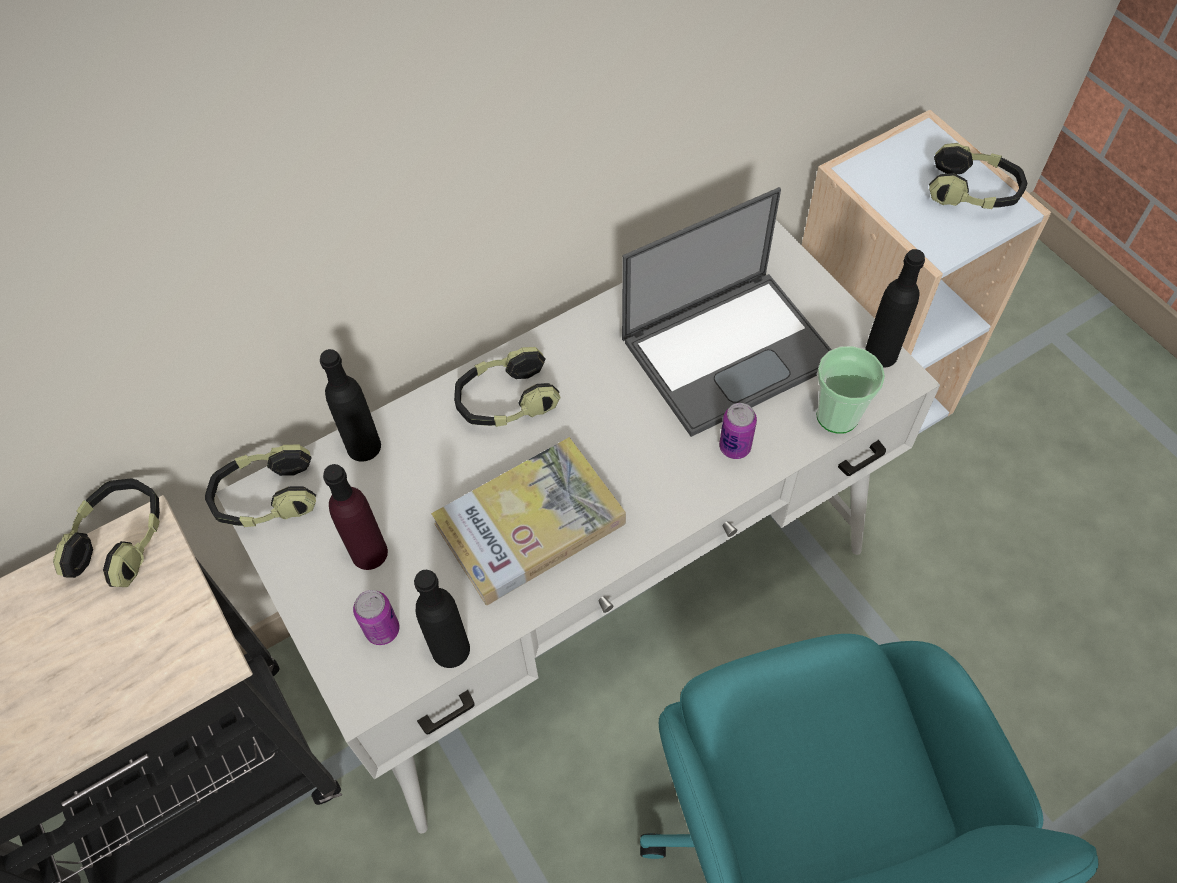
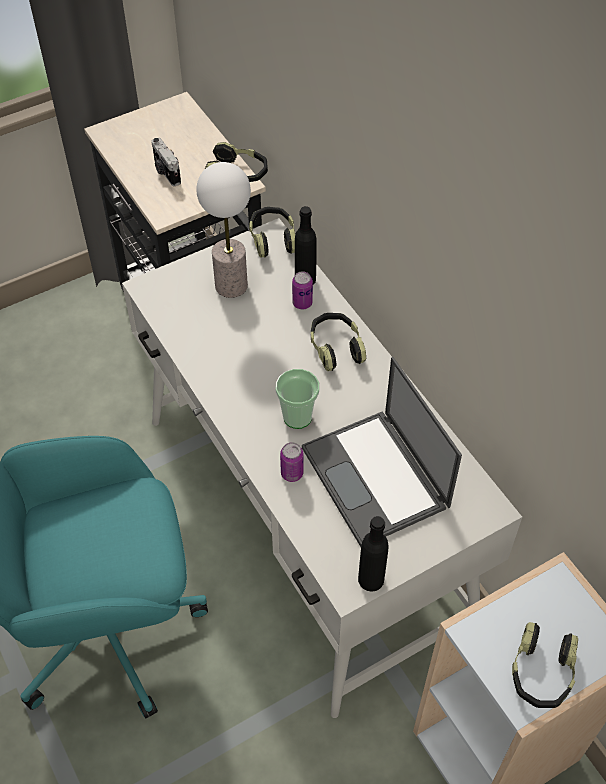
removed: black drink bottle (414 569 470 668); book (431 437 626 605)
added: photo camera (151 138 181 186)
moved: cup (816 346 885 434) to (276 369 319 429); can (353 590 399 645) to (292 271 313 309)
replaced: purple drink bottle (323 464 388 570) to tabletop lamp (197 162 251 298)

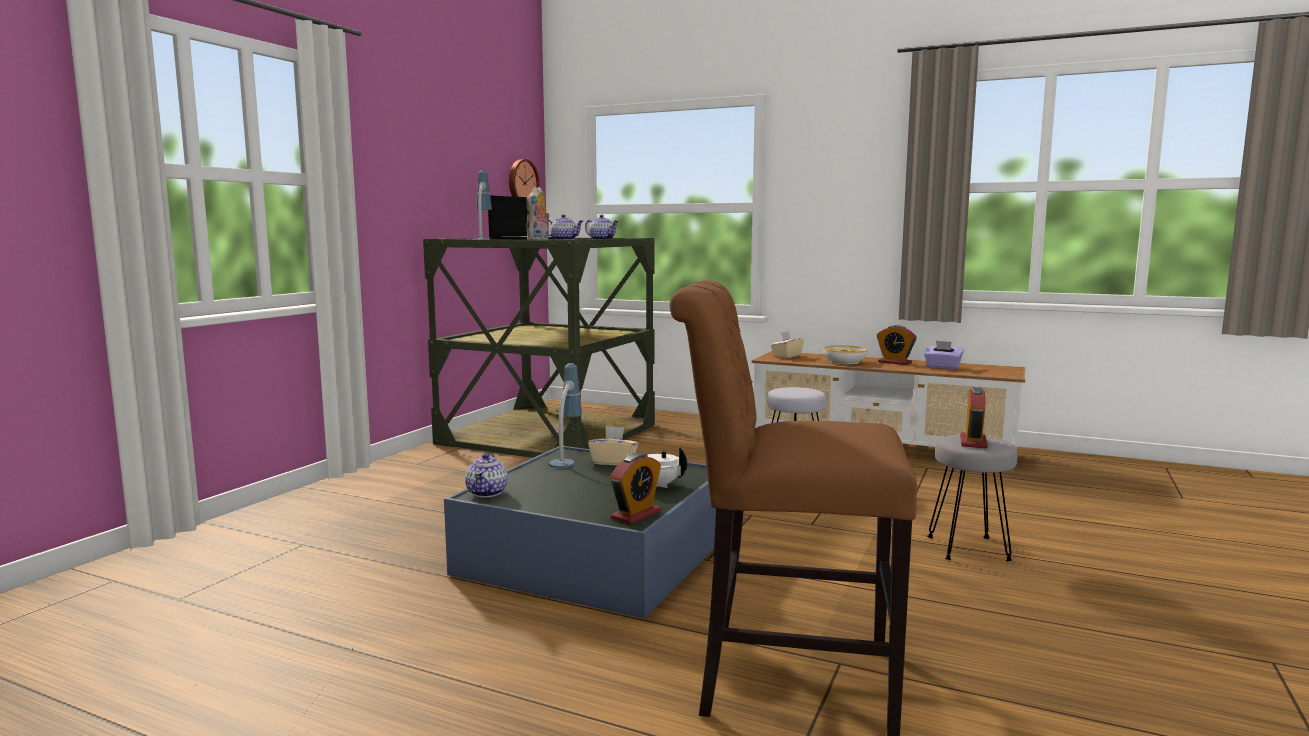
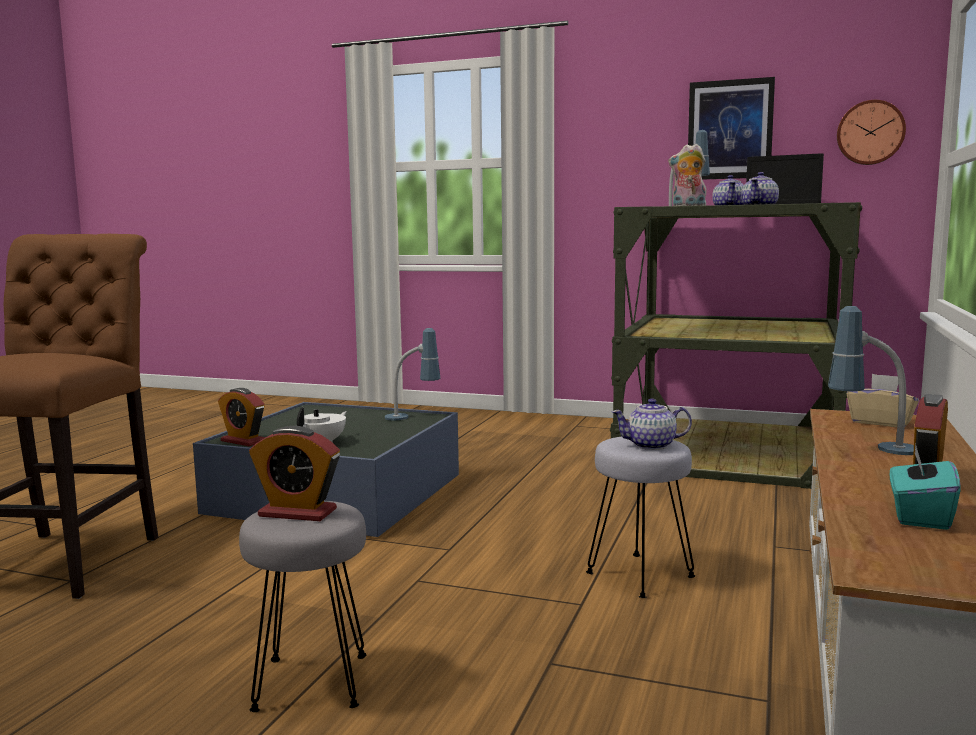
removed: beige-coloured box of tissues (588 426 638 466)
added: picture (688 77 775 180)
moved: pot for tea (465 453 508 497) to (612 399 692 450)
replaced: deep dish (823 345 868 364) to tabletop lamp (828 306 914 455)
recoloured: purple box of tissues (924 341 964 369) to turquoise-coloured box of tissues (890 443 961 530)

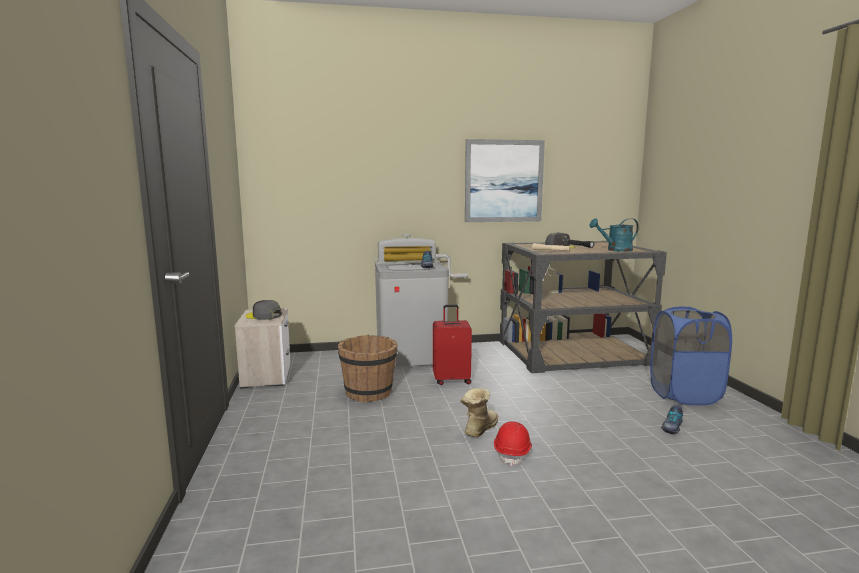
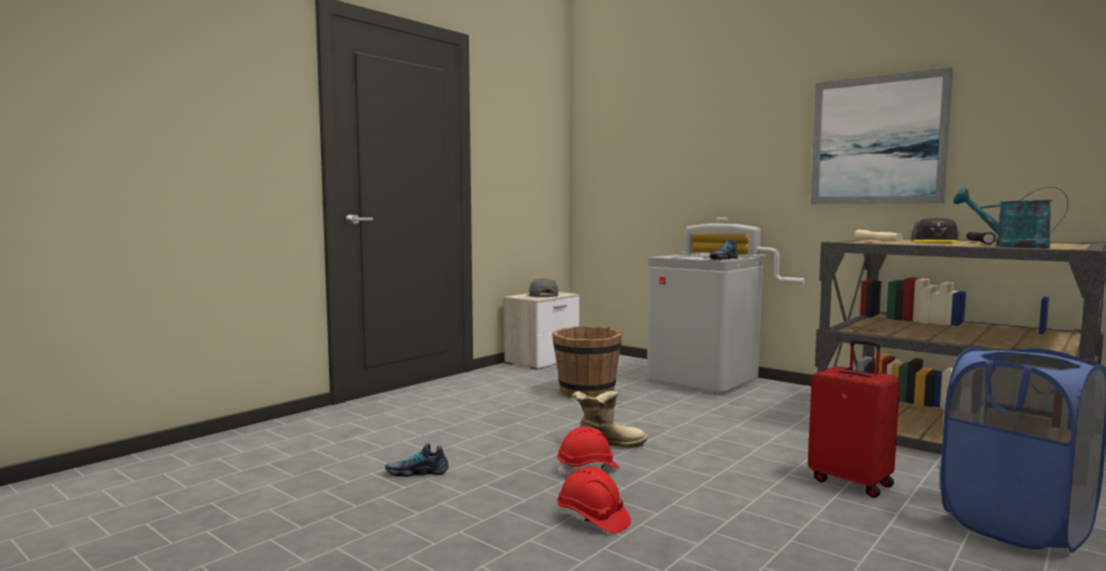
added: reddish safety helmet (557 467 631 533)
moved: item of footwear (661 404 683 434) to (385 443 449 477); reddish piece of luggage (433 305 472 385) to (808 339 900 498)

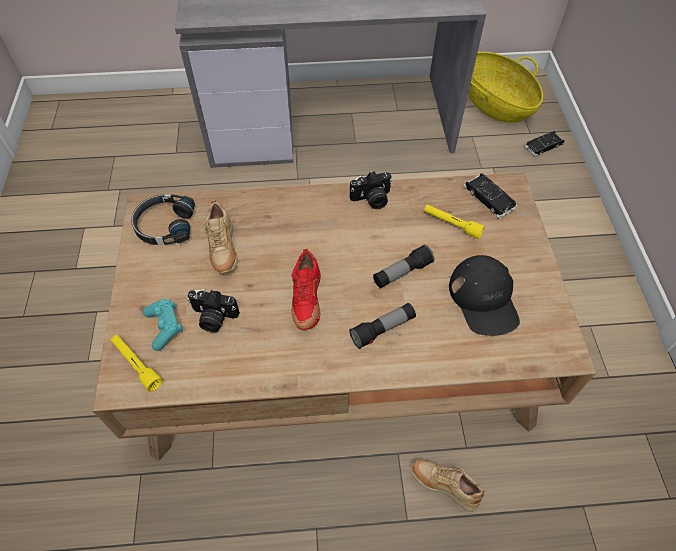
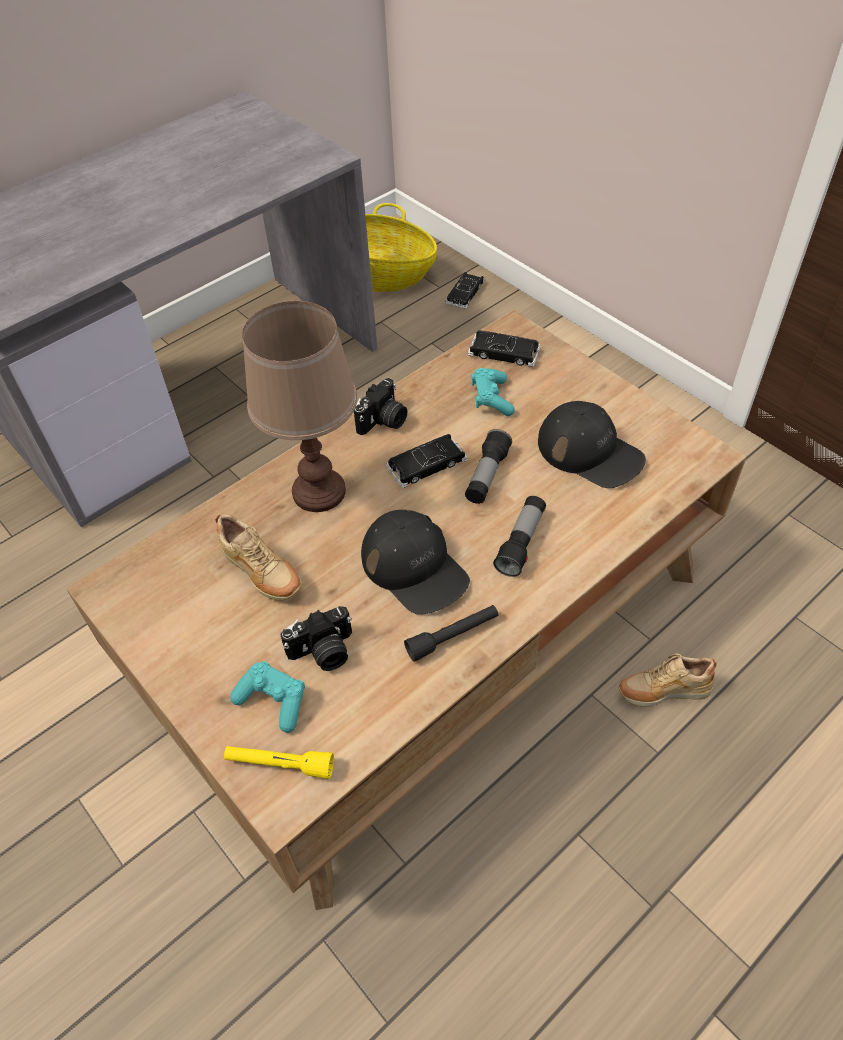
removed: black headset (131 194 195 245)
added: brown tabletop lamp (242 301 357 512); black miniature car (386 434 467 488); black hand torch (404 605 498 662)
replaced: reddish item of footwear (291 249 321 330) to black peaked cap (361 510 470 615); yellow hand torch (424 204 485 239) to turquoise-coloured gamepad (471 368 515 416)

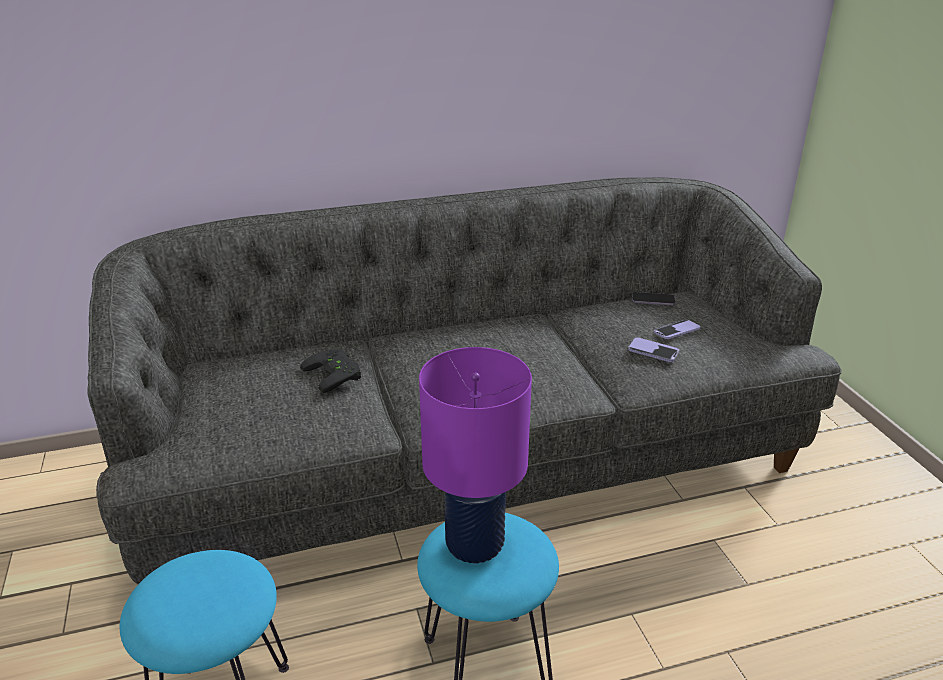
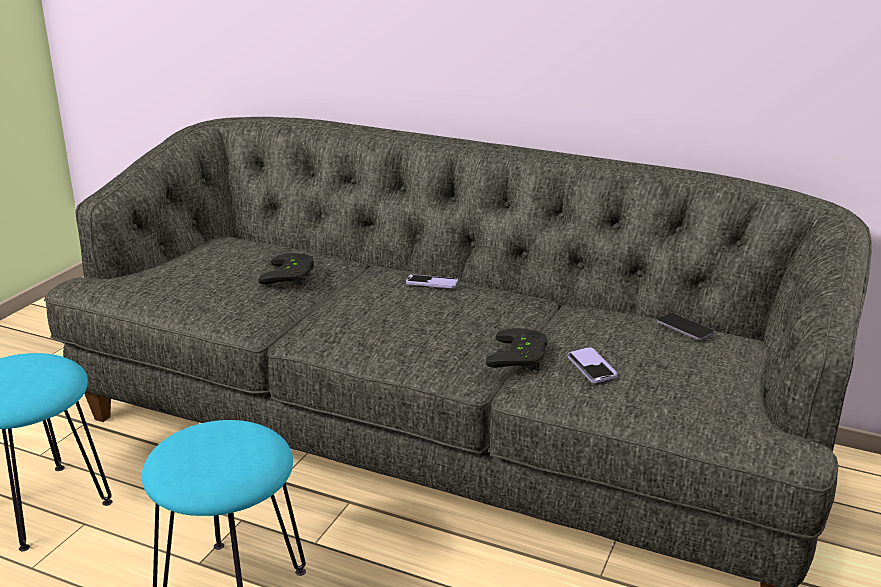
removed: purple tabletop lamp (419 347 532 563)
added: black gamepad (486 328 547 371)
moved: phone (654 320 700 339) to (406 274 458 288)

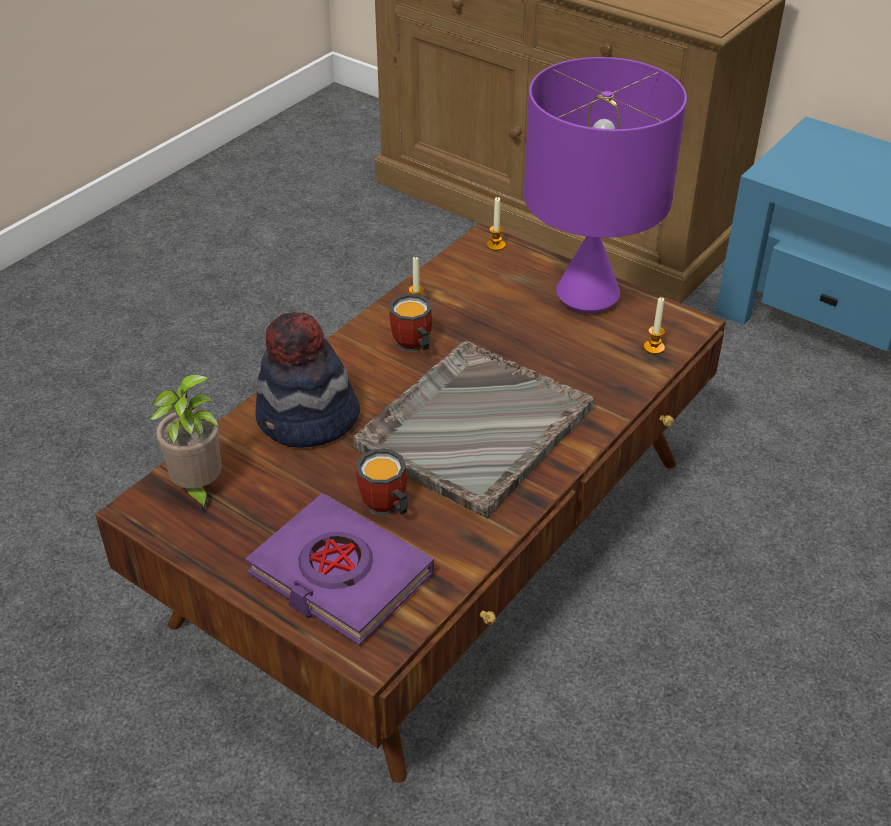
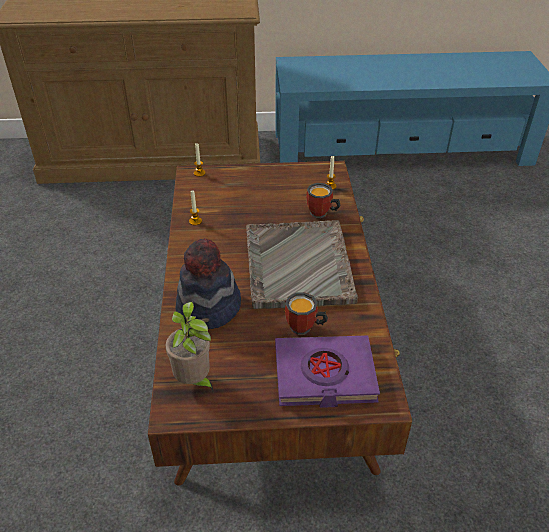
removed: purple tabletop lamp (524 57 687 313)
moved: mug (389 294 432 352) to (306 183 341 218)

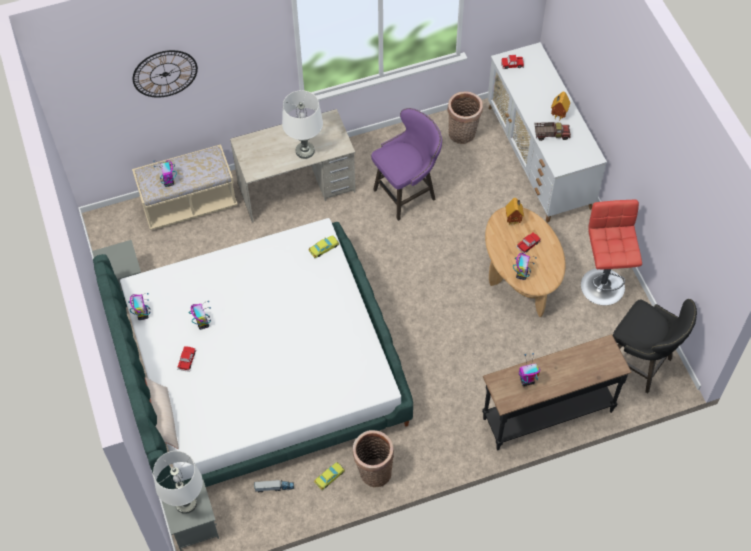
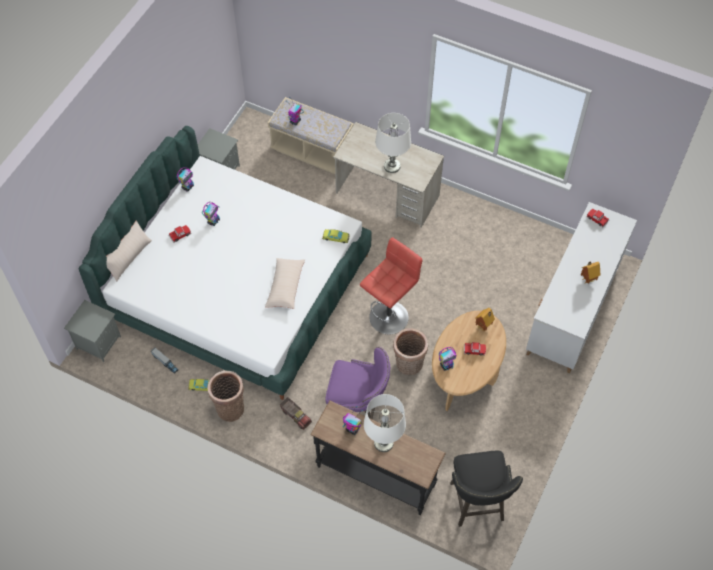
removed: wall clock (133 50 198 98)
added: beige-coloured cushion (265 258 305 309)
moved: toy truck (534 122 571 141) to (280 397 312 430); purple stool seat (371 108 442 221) to (326 347 390 419); reddish stool seat (581 200 642 305) to (360 237 422 334); whitish tabletop lamp (153 451 203 514) to (364 394 406 452); household basket (448 91 483 144) to (393 328 428 375)

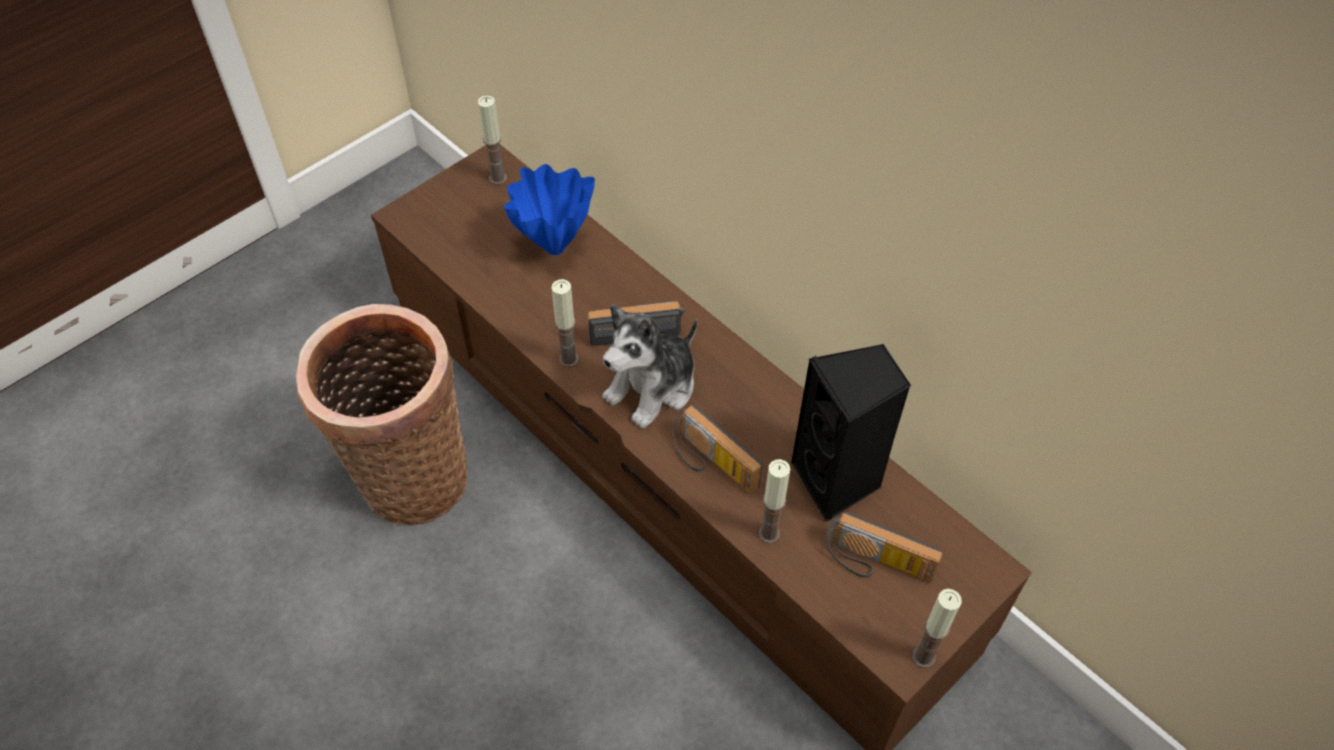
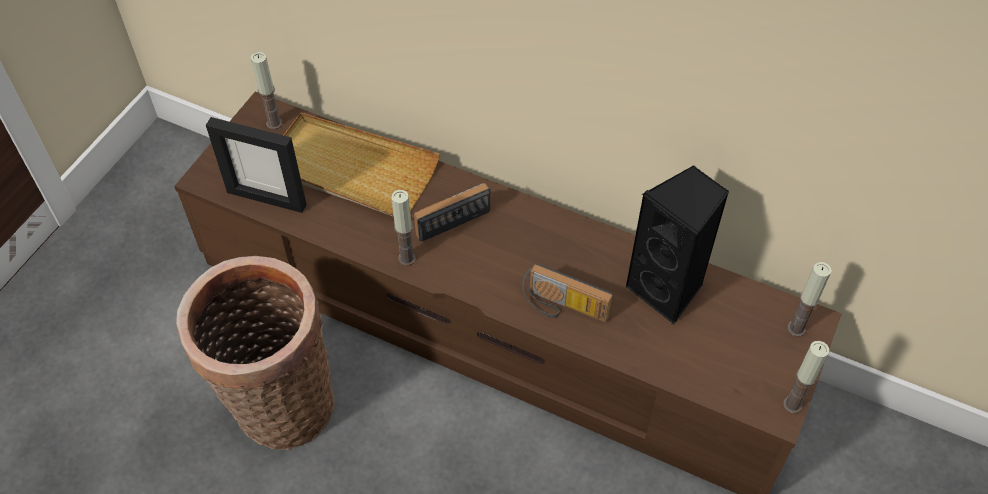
removed: soft toy (602 304 698 429); radio set (826 512 943 583)
added: photo frame (206 117 307 213)
moved: wax light (759 459 790 543) to (787 262 832 337)
replaced: blue-coloured flower vase (504 164 595 255) to beige-coloured carrying tray (284 113 440 217)

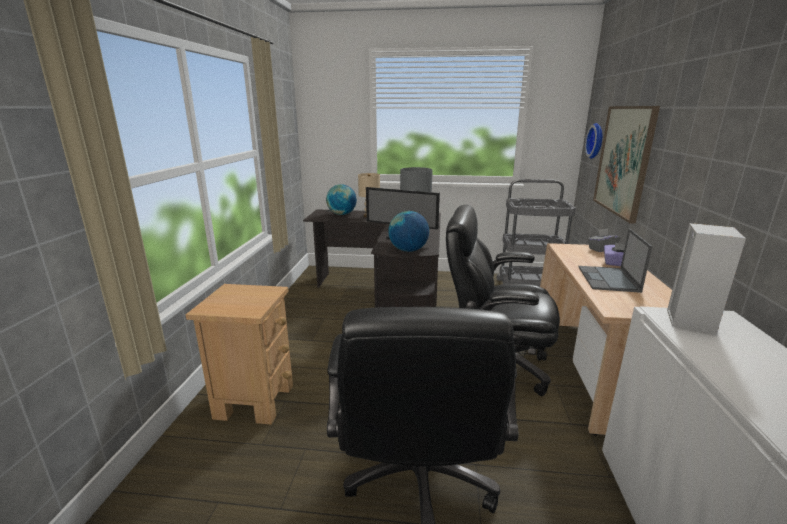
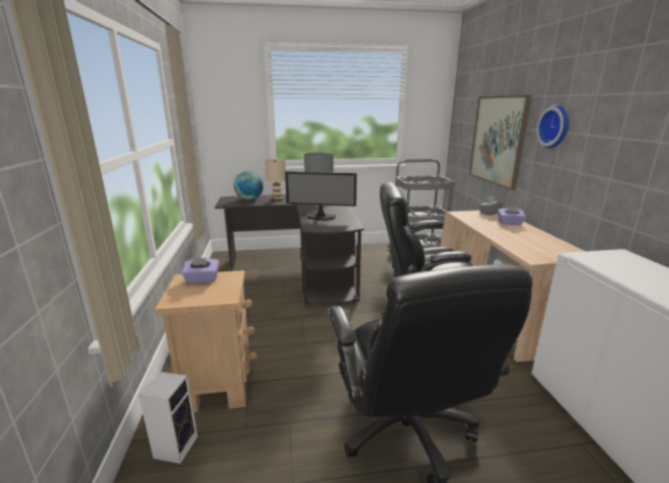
removed: desk globe (388 211 429 252); notebook computer (579 229 653 293)
added: purple box of tissues (181 258 219 284)
moved: audio speaker (667 223 746 334) to (139 372 198 464); wall clock (585 123 602 159) to (536 105 569 148)

